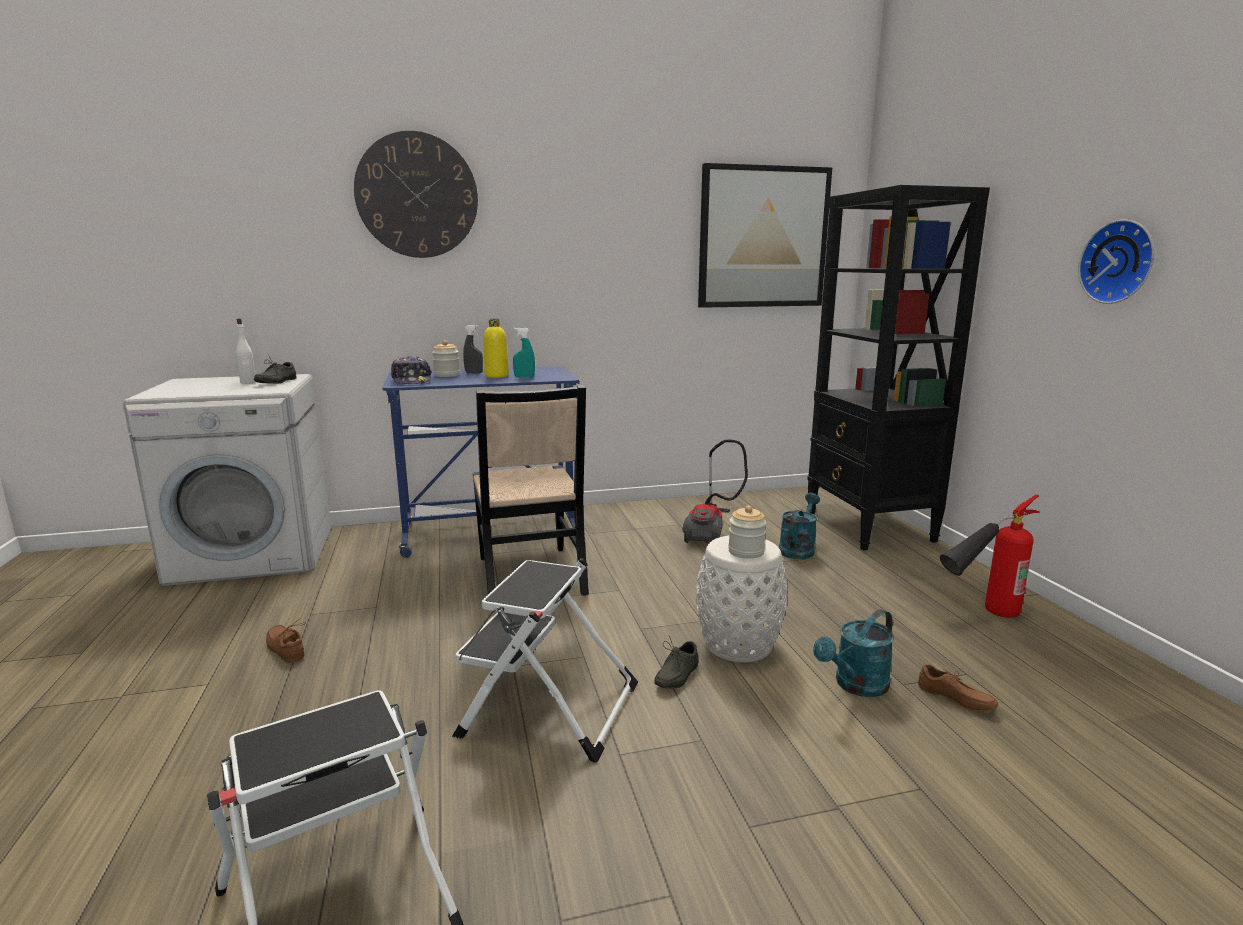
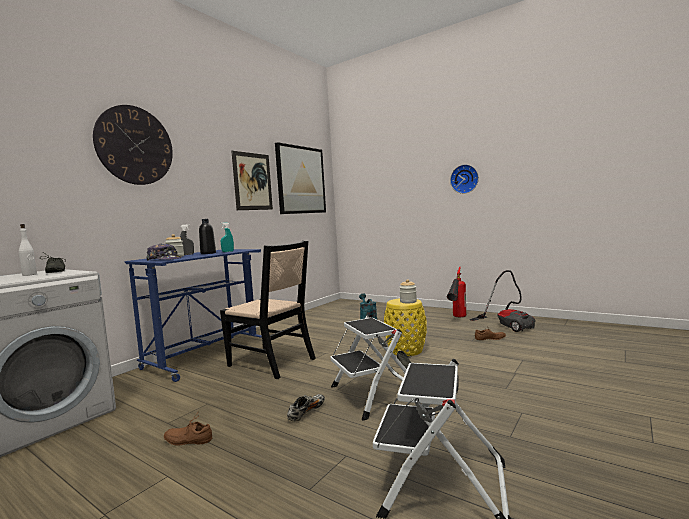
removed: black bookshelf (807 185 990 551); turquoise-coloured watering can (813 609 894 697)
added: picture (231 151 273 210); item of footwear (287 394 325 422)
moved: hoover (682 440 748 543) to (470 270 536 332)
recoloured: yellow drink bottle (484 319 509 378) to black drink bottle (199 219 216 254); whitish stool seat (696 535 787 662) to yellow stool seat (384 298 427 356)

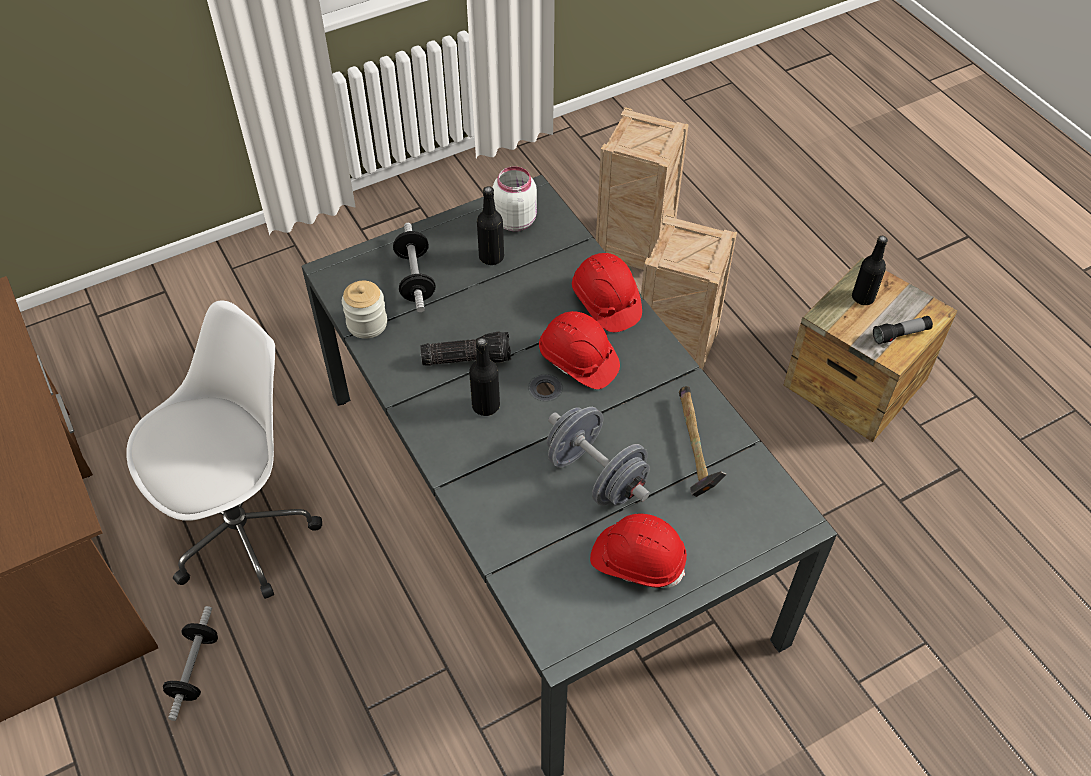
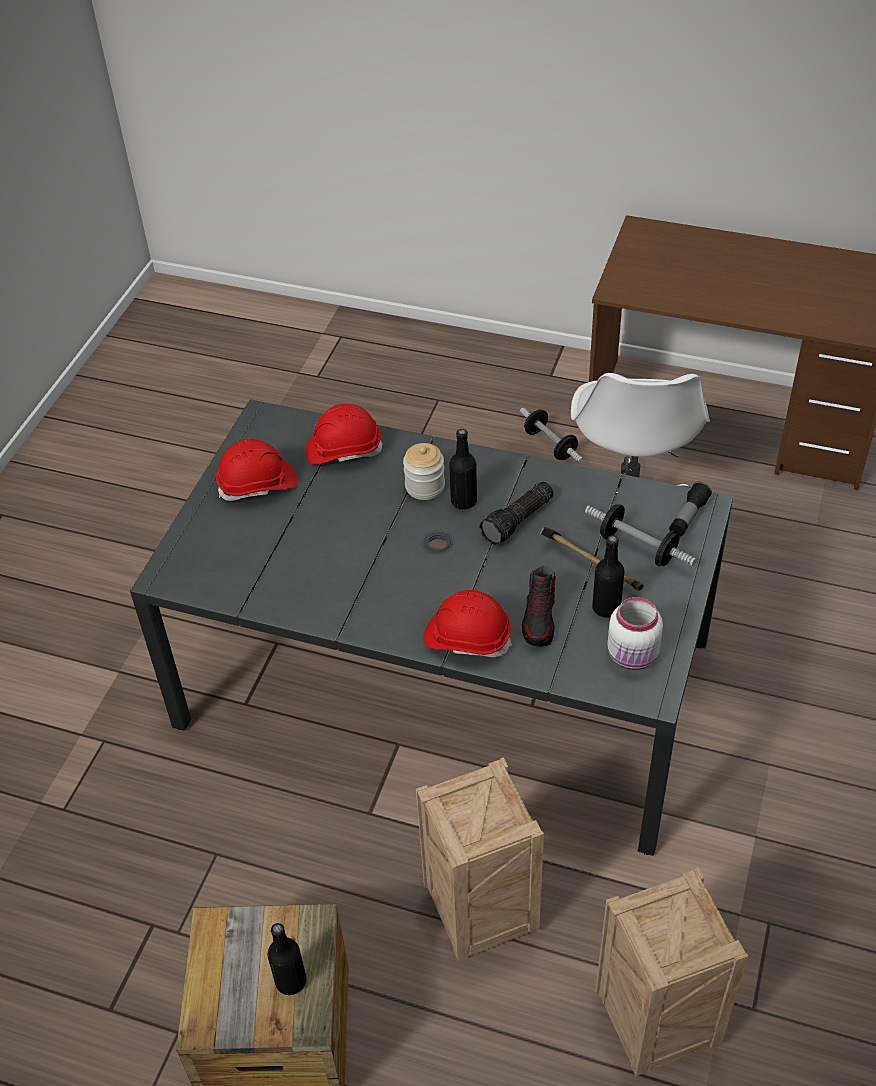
removed: greyish free weight (547 407 650 506)
added: item of footwear (522 566 556 647)
moved: reddish safety helmet (539 311 620 389) to (305 404 383 465); jar (342 281 387 339) to (403 443 445 500); hammer (679 386 727 497) to (540 527 643 591); hand torch (873 316 933 345) to (669 482 712 537)

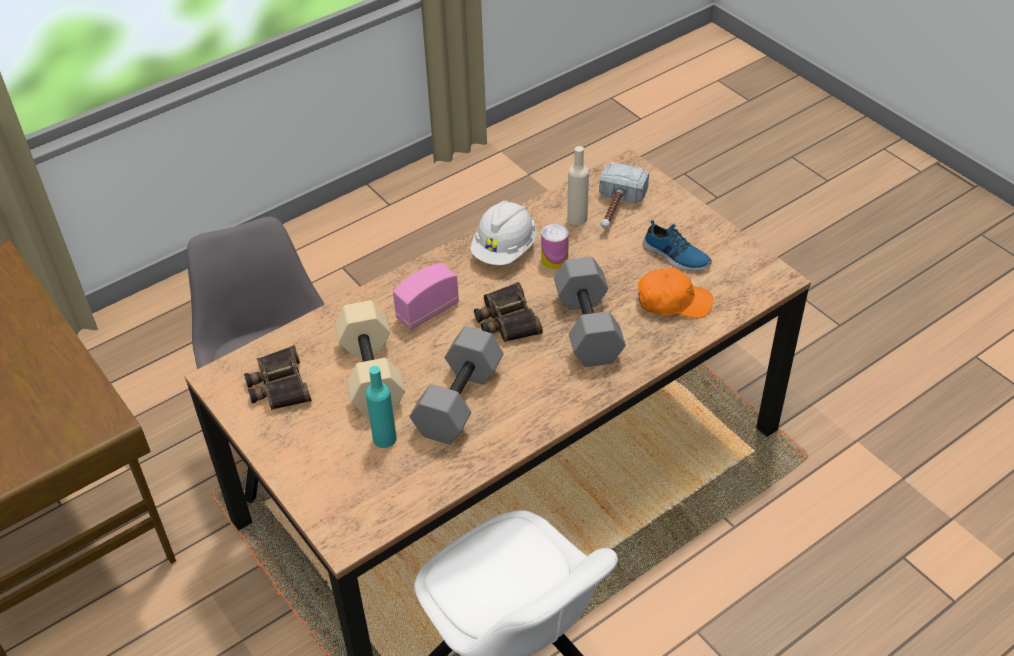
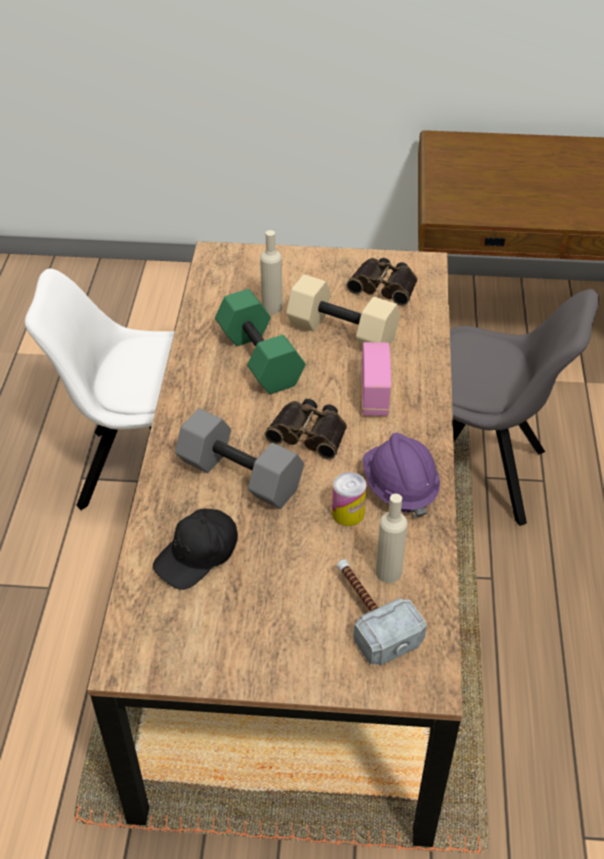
removed: item of footwear (643 219 712 271)
recoloured: orange-coloured peaked cap (638 268 713 318) to black peaked cap (153 509 238 590); greyish free weight (409 326 504 445) to greenish free weight (215 289 306 394); turquoise-coloured drink bottle (366 366 397 448) to beige-coloured drink bottle (260 230 283 314); whitish safety helmet (470 201 536 265) to purple safety helmet (363 433 440 518)

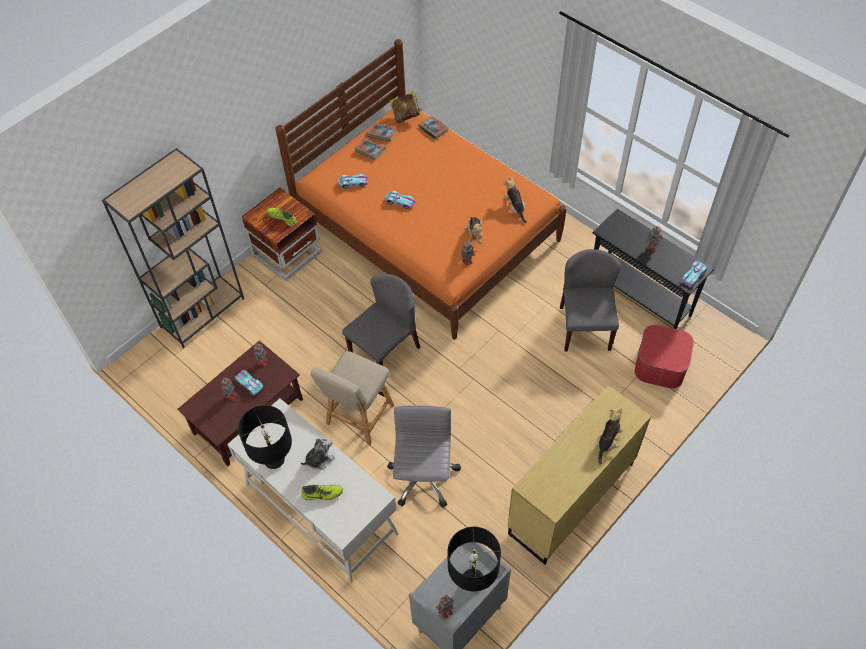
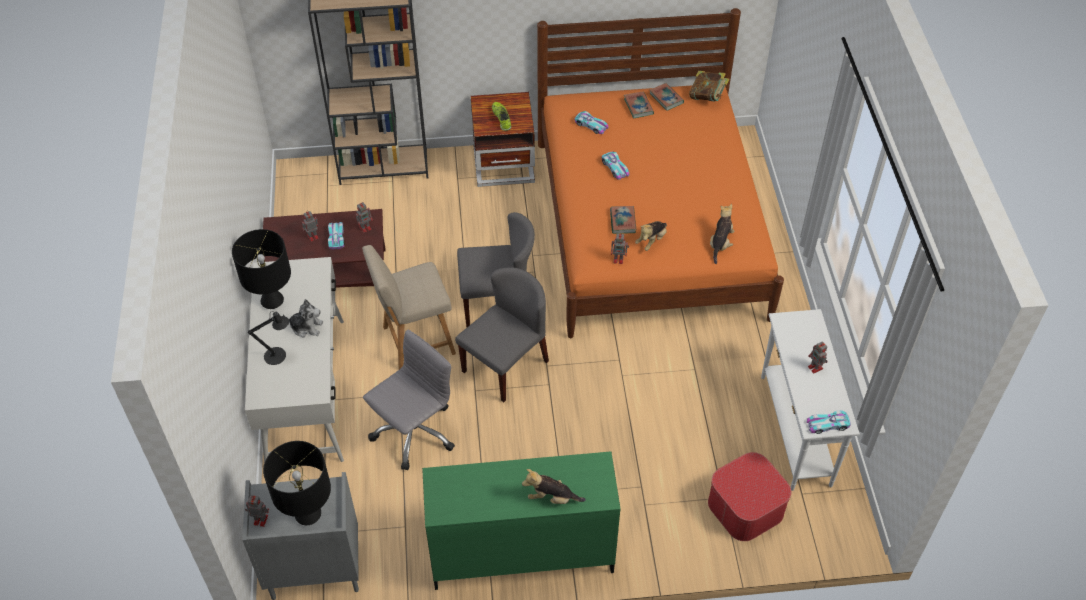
moved: greyish chair (560 249 621 351) to (455 267 549 402); book (419 116 448 139) to (610 206 636 234)
replaced: item of footwear (301 485 343 500) to black tabletop lamp (248 311 289 365)
recoloured: beige-coloured drawer chest (508 385 651 565) to greenish drawer chest (422 451 621 590); black console table (593 209 714 329) to whitish console table (761 309 860 491)
turned: soft toy (597 408 623 465) = (522 469 585 504) 150 degrees counterclockwise

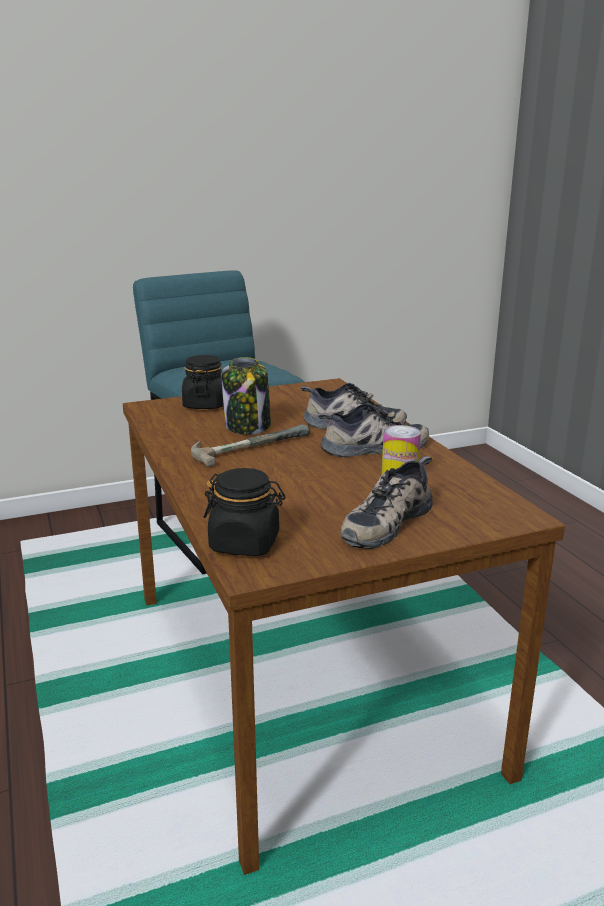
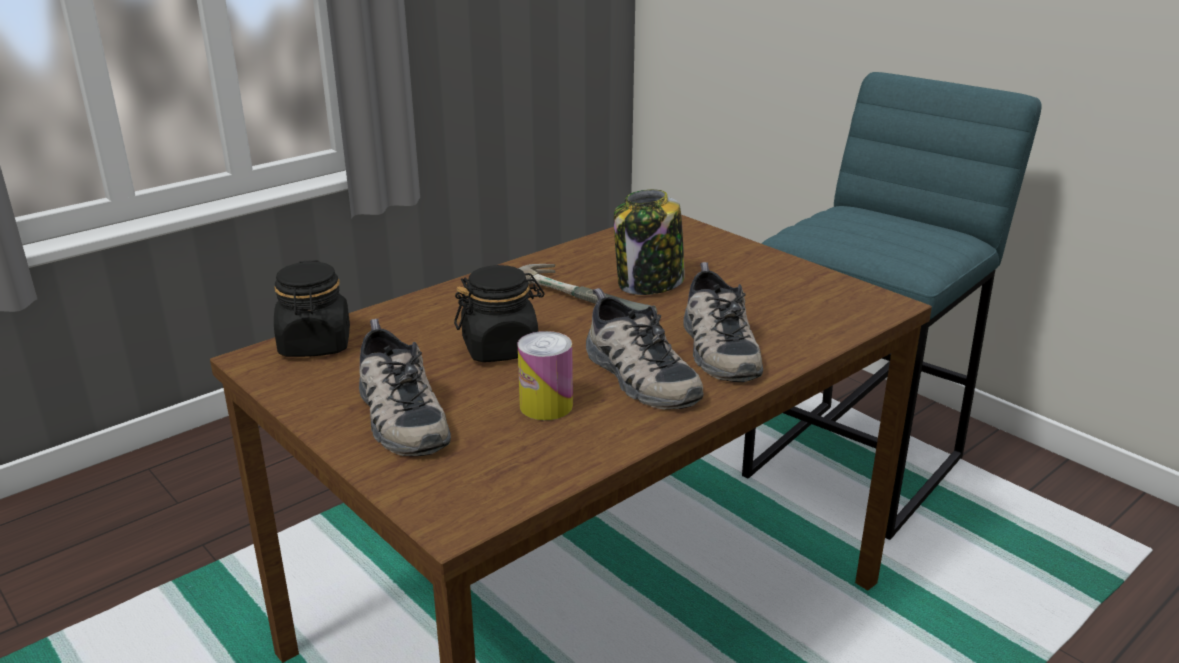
moved: black jar (182 355 223 409) to (454 265 545 362)
turned: item of footwear (340 456 433 549) = (359 319 451 456) 135 degrees counterclockwise

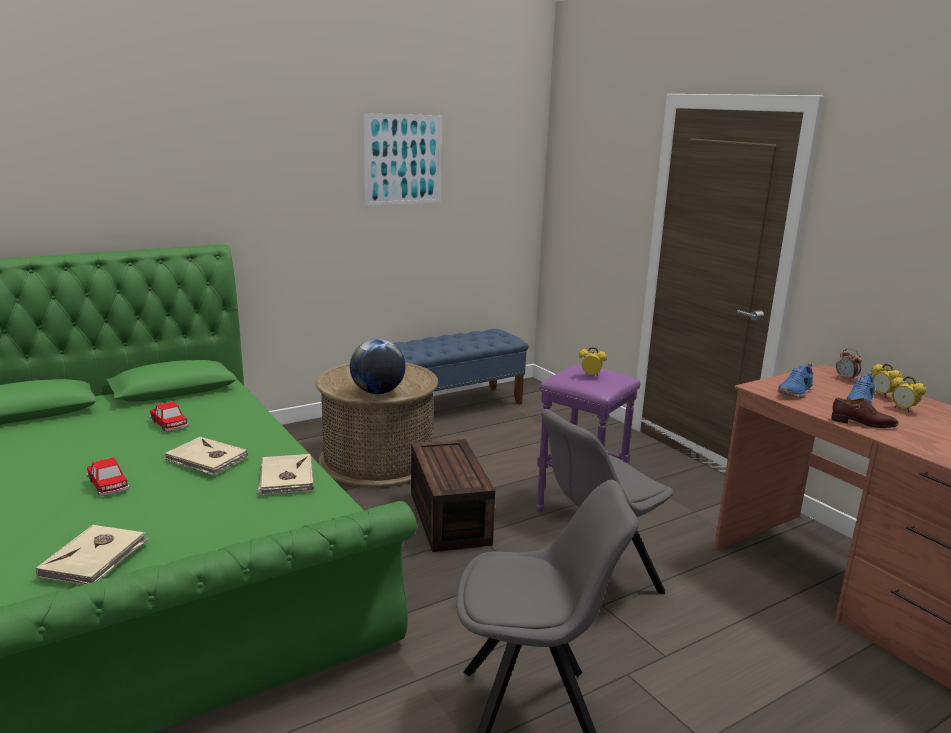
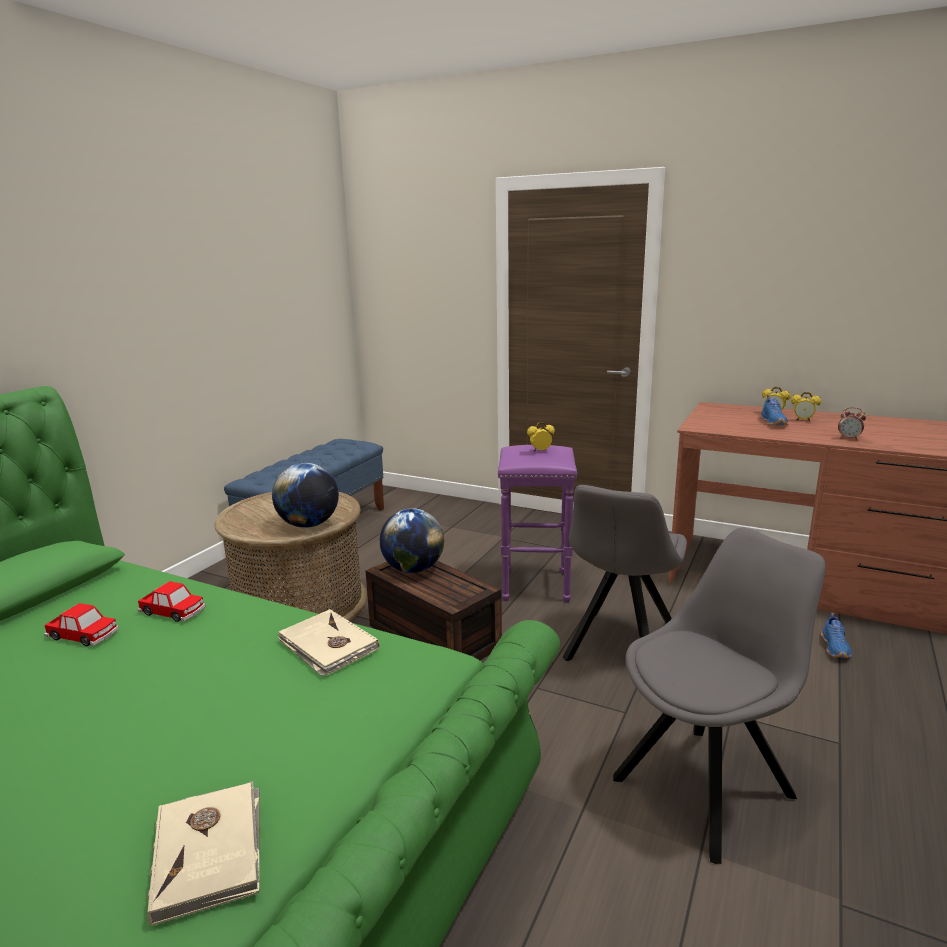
removed: beige-coloured book (164 437 248 475); picture (363 113 442 206); brown item of footwear (831 397 899 428)
added: desk globe (380 508 444 573)
moved: miniature car (86 457 130 496) to (137 581 206 622); blue-coloured item of footwear (777 364 813 398) to (821 613 851 658); bedside clock (836 348 862 382) to (838 407 866 440)

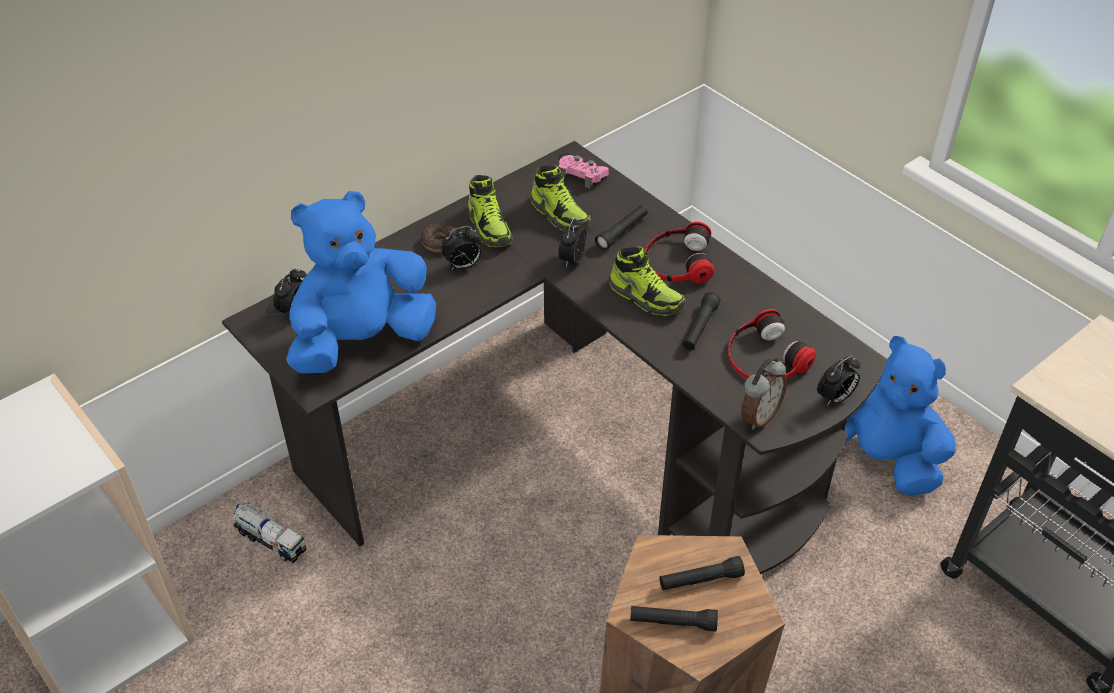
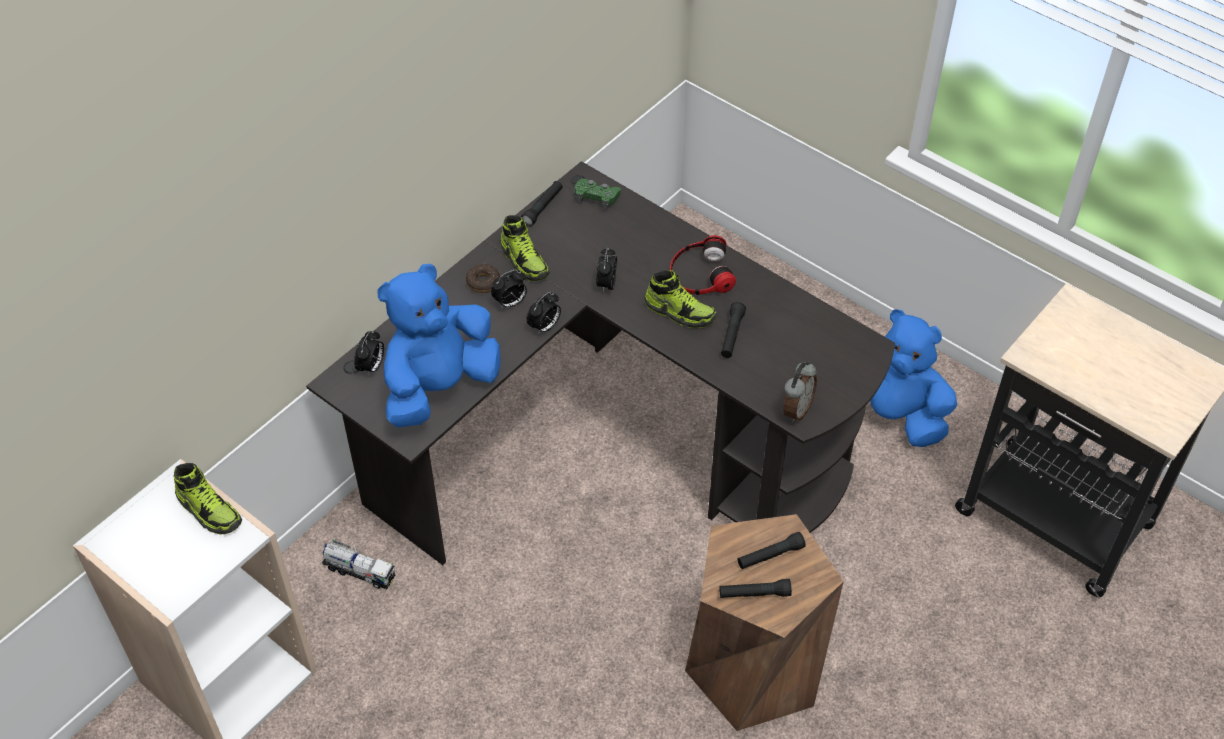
removed: headset (728 309 816 379)
moved: item of footwear (530 165 591 231) to (174 463 242 535); black hand torch (595 205 648 250) to (521 181 563 227); bedside clock (817 356 861 406) to (527 292 561 335)
recoloured: pinkish gamepad (559 155 609 189) to greenish gamepad (575 179 621 210)

